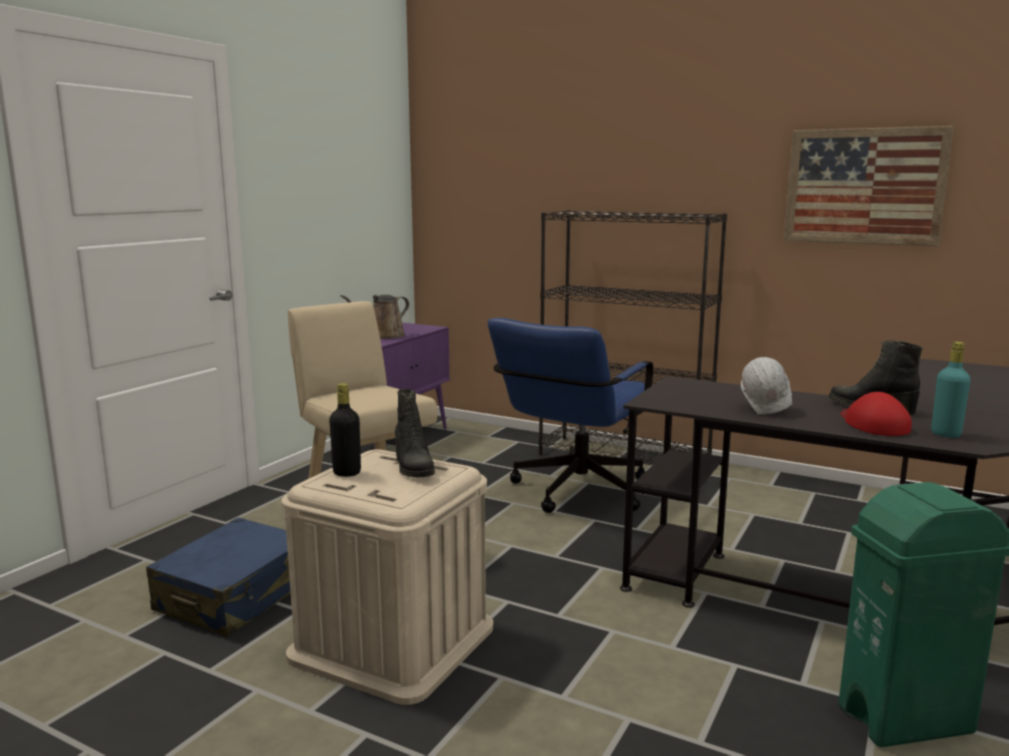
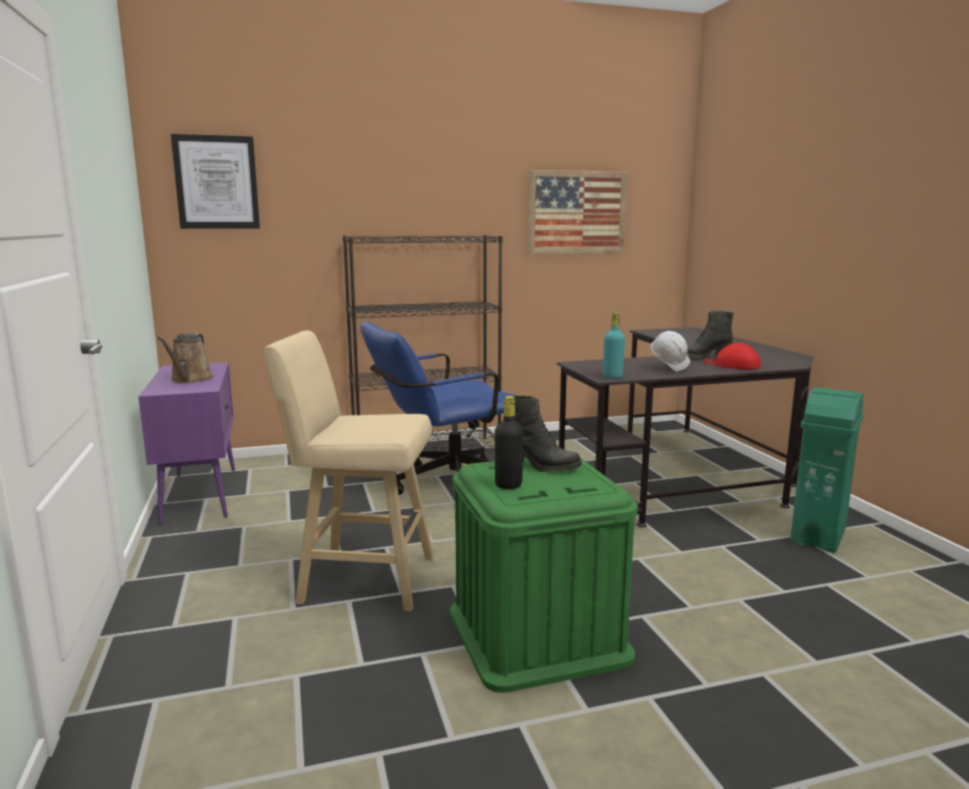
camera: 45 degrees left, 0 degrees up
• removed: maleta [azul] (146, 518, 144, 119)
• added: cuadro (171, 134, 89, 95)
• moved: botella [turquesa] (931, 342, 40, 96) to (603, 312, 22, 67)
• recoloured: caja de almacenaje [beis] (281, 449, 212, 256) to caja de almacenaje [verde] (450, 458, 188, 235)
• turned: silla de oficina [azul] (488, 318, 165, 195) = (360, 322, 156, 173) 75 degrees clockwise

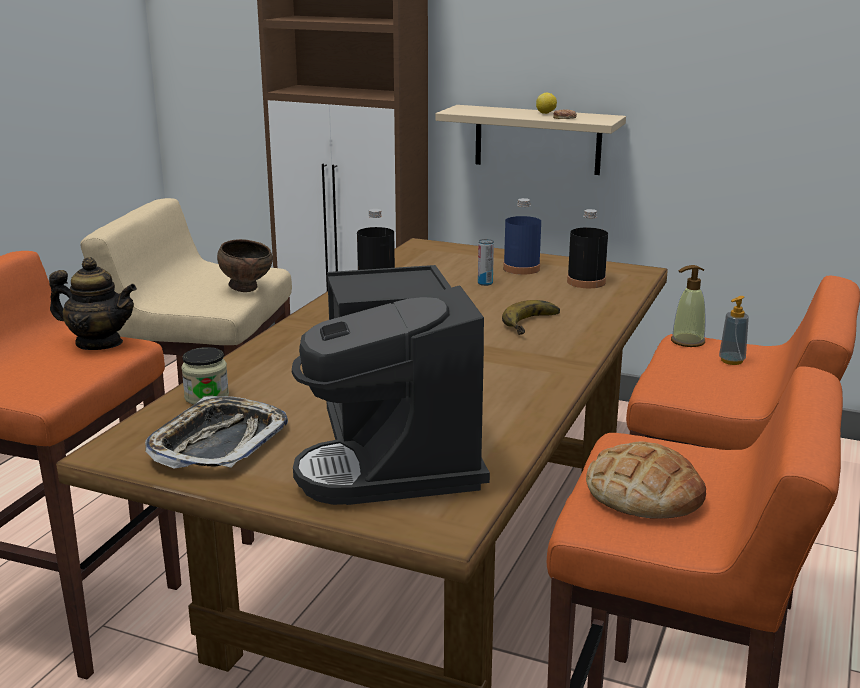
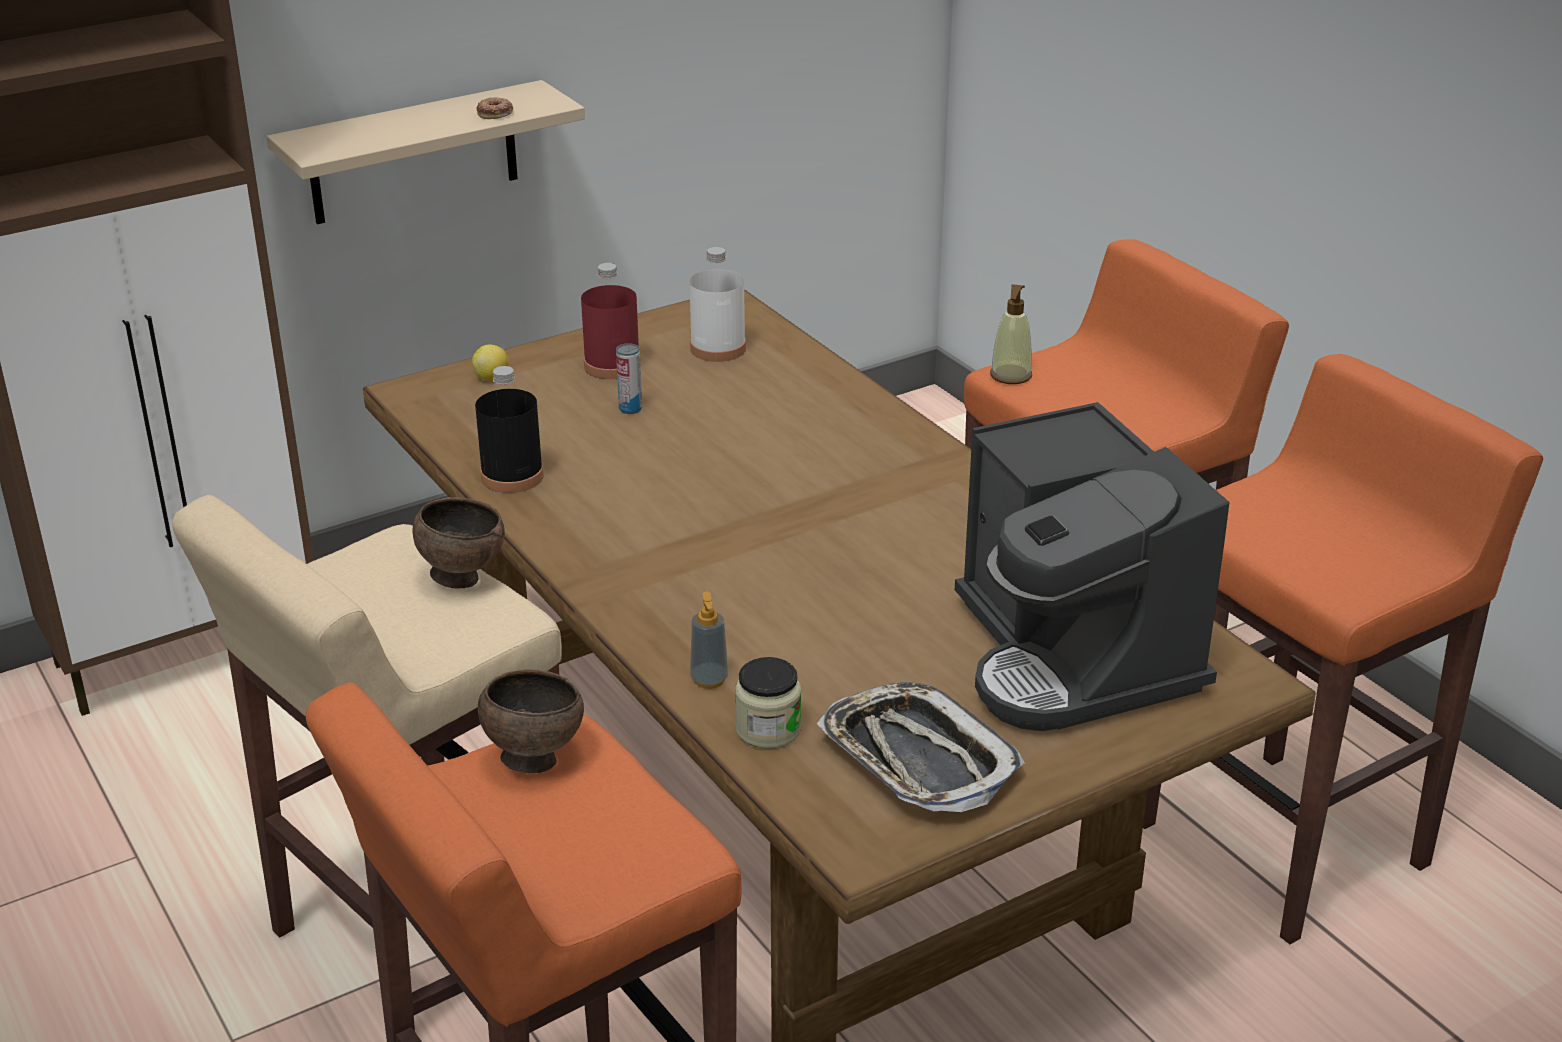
camera: 55 degrees left, 10 degrees up
• removed: plátano (502, 300, 58, 35)
• removed: pan (586, 442, 120, 77)
• moved: limón (536, 93, 21, 21) to (472, 344, 37, 37)
• moved: dispensador de jabón (719, 296, 30, 69) to (690, 592, 38, 97)
• replaced: tetera (49, 257, 88, 93) to cuenco [marrón] (478, 669, 106, 104)
• recoloured: botella [azul] (503, 198, 38, 77) to botella [rojo] (581, 263, 60, 116)
• recoloured: botella [negro] (567, 209, 41, 79) to botella [blanco] (689, 247, 57, 115)
• turned: cafetera (292, 265, 198, 240) = (955, 402, 274, 329) 45 degrees clockwise

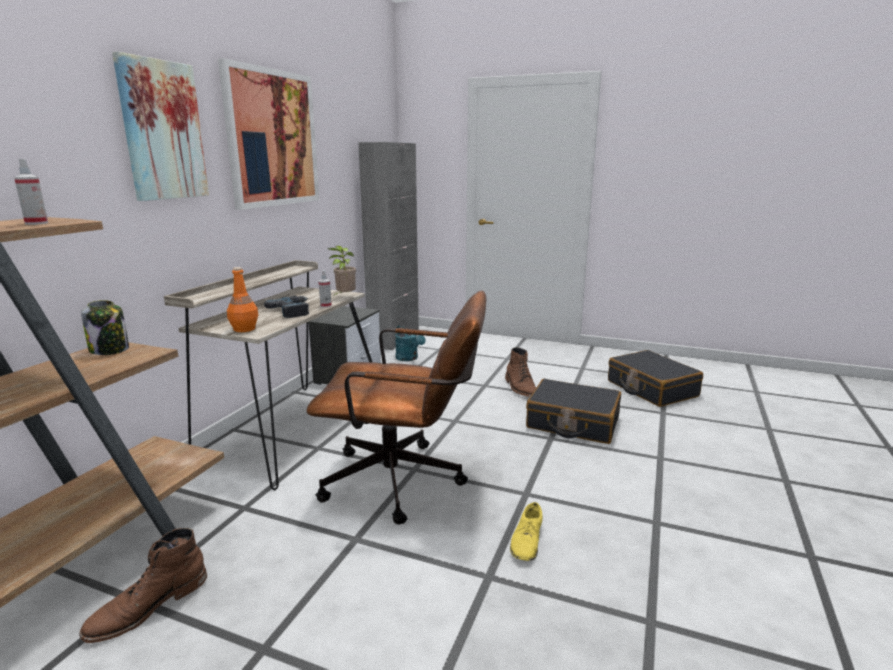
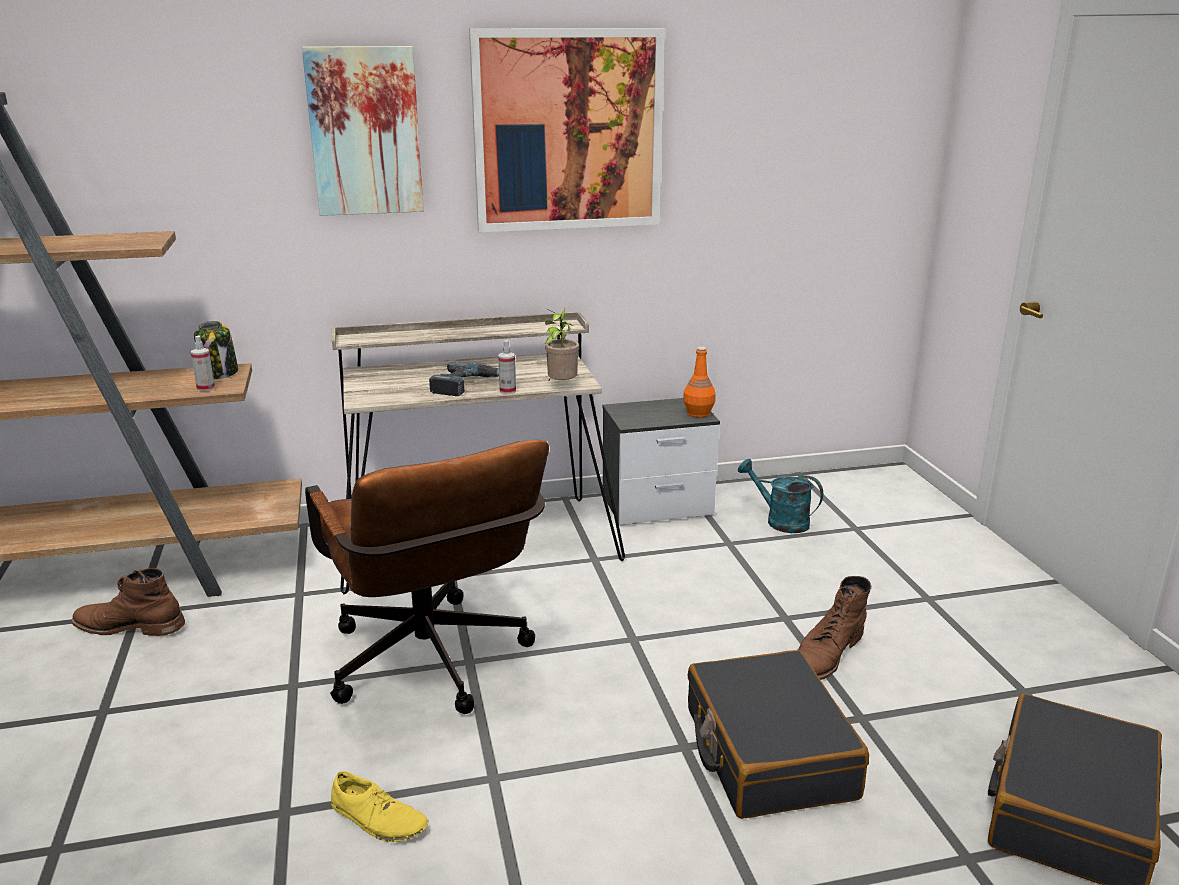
camera: 55 degrees right, 5 degrees up
• removed: armario [gris] (358, 142, 61, 208)
• moved: pulverizador (14, 159, 34, 66) to (191, 336, 24, 55)
• moved: botella [naranja] (227, 267, 31, 65) to (683, 346, 33, 72)
• turned: regadera [turquesa] (395, 325, 30, 36) = (738, 459, 85, 74) 105 degrees clockwise
• turned: zapato [amarillo] (510, 502, 33, 59) = (331, 771, 97, 71) 135 degrees counterclockwise

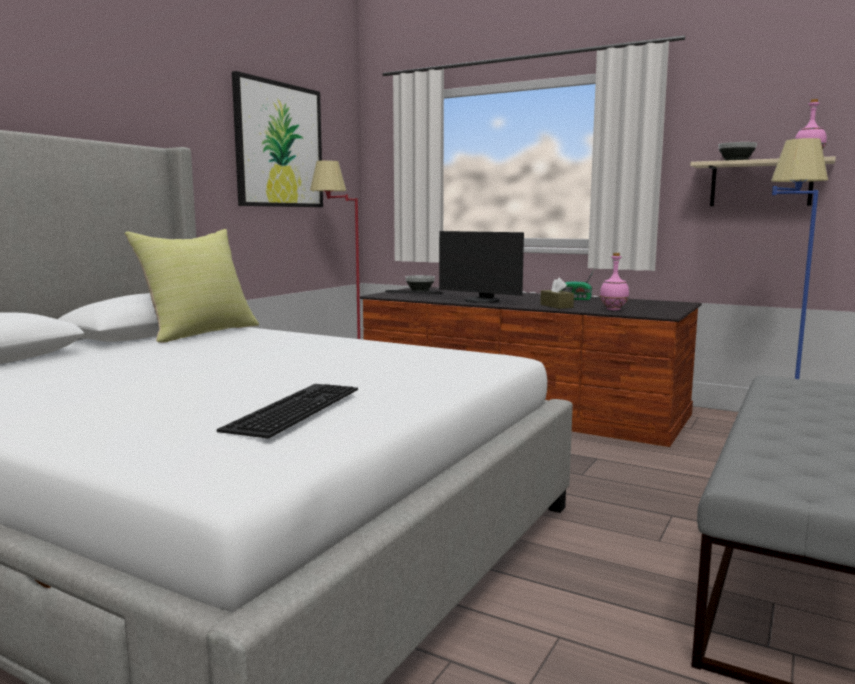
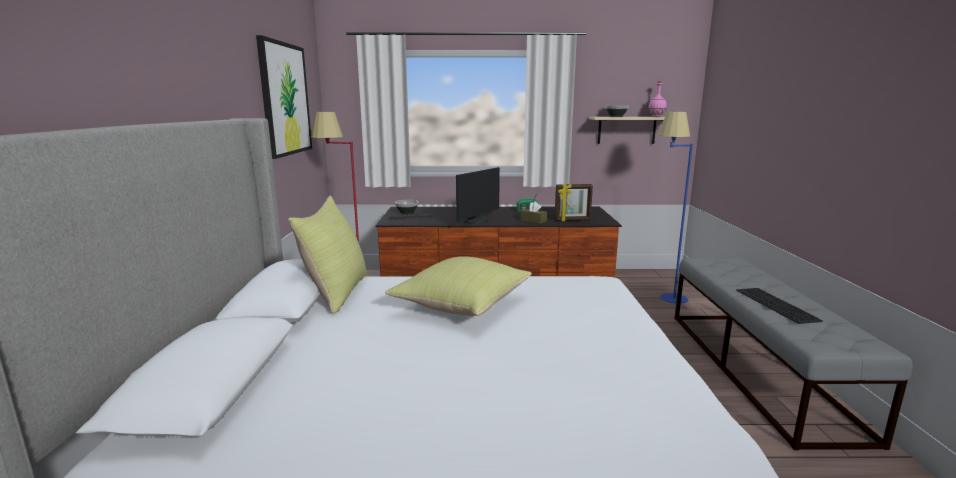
camera: 30 degrees left, 5 degrees up
• added: cojín [amarillo] (385, 256, 147, 60)
• moved: teclado (217, 384, 141, 55) to (736, 288, 87, 36)
• replaced: botella [rosa] (600, 253, 29, 57) to portarretratos (555, 184, 38, 37)
• turned: monitor (439, 231, 85, 72) = (456, 167, 44, 57) 60 degrees counterclockwise

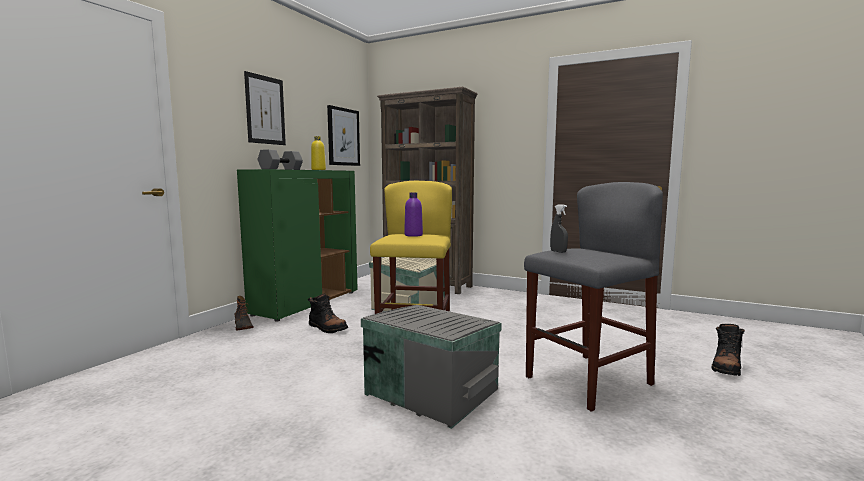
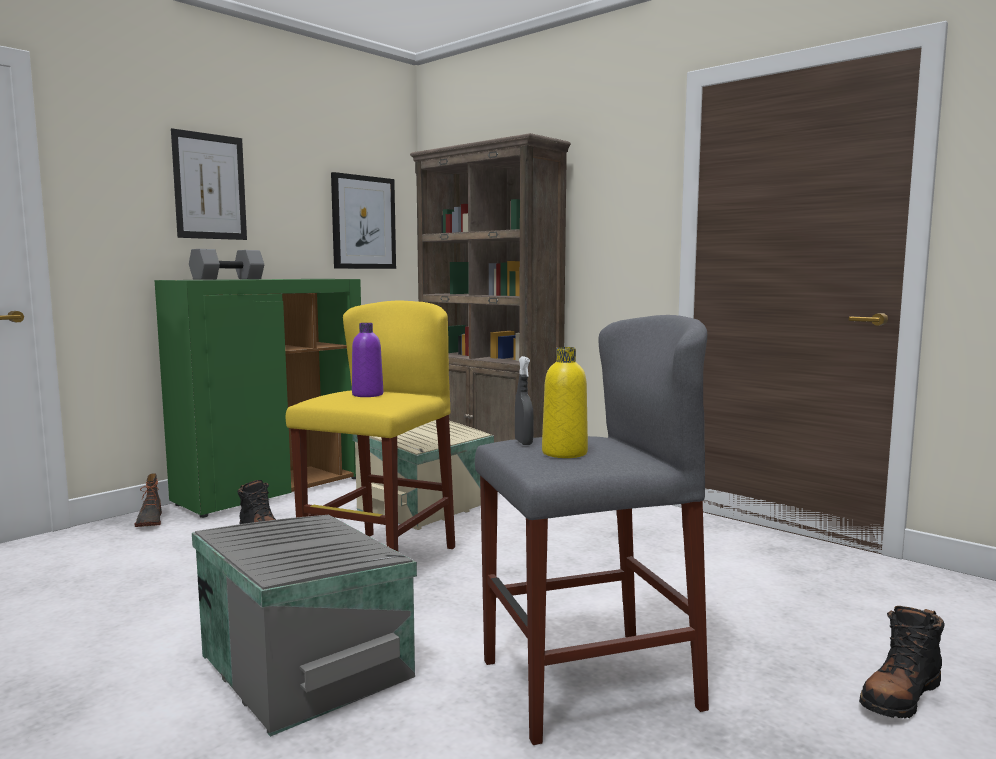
camera: 15 degrees right, 0 degrees up
• moved: botella [amarillo] (311, 136, 15, 34) to (542, 347, 46, 111)

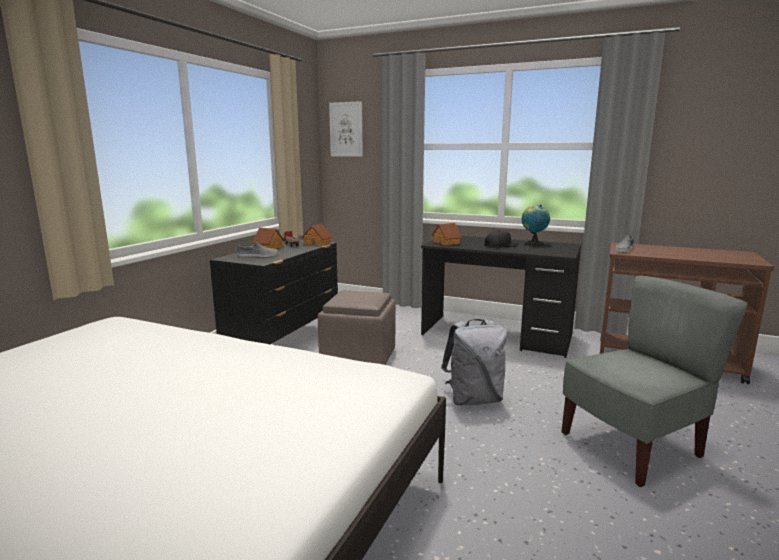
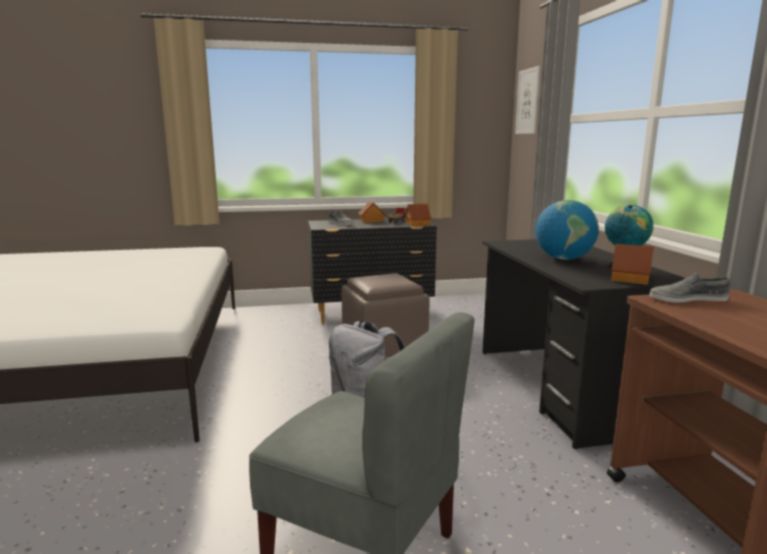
camera: 55 degrees right, 0 degrees up
• moved: casita (432, 223, 30, 22) to (611, 244, 43, 41)
• replaced: gorra [negro] (484, 230, 35, 17) to globo terráqueo (536, 200, 63, 60)

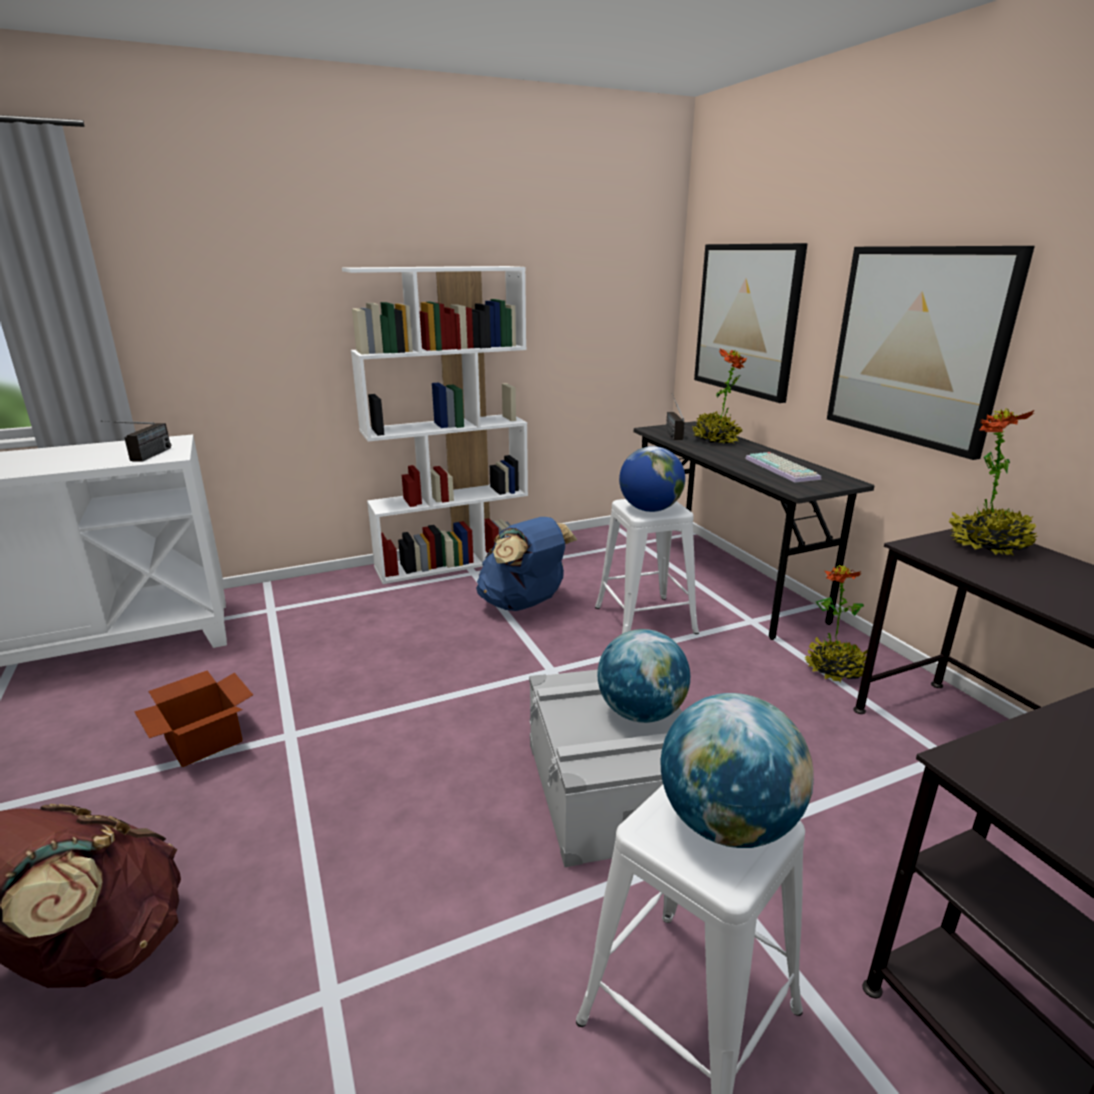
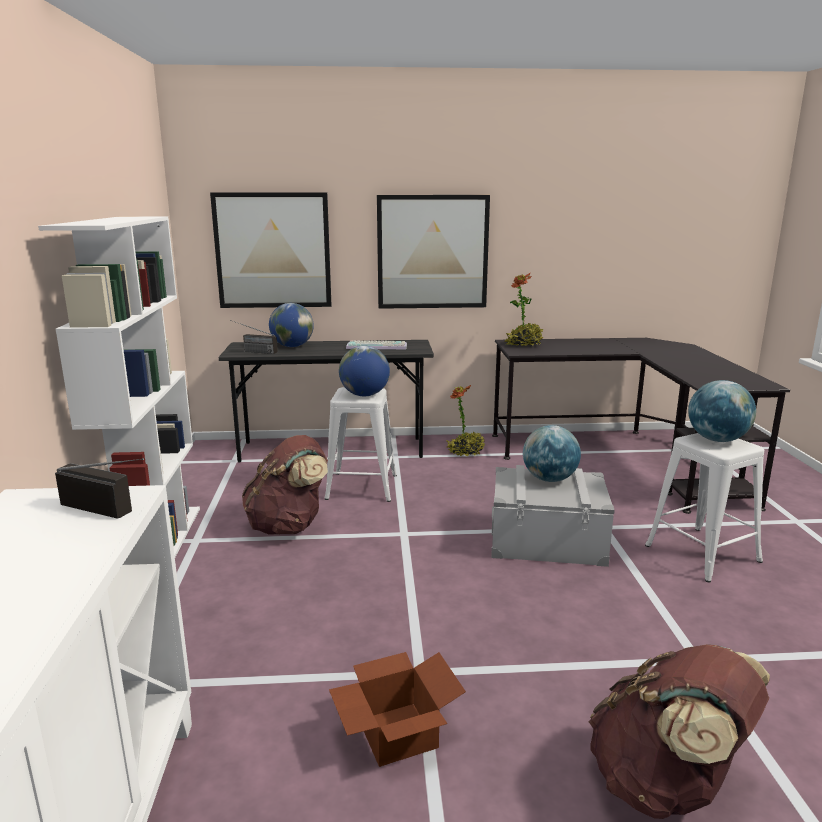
camera: 70 degrees left, 5 degrees down
• replaced: planta en maceta (692, 349, 55, 94) to globo terráqueo (269, 303, 45, 44)
• recoloured: mochila [azul] (476, 517, 101, 94) to mochila [marrón] (242, 435, 86, 100)

